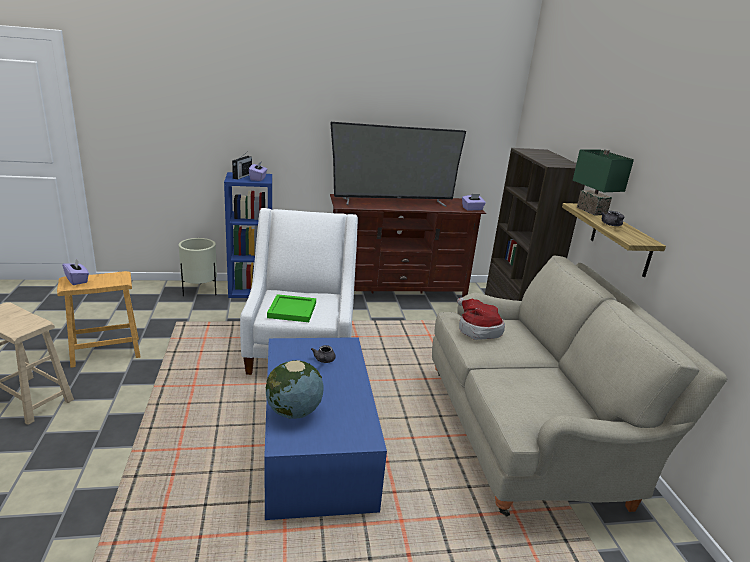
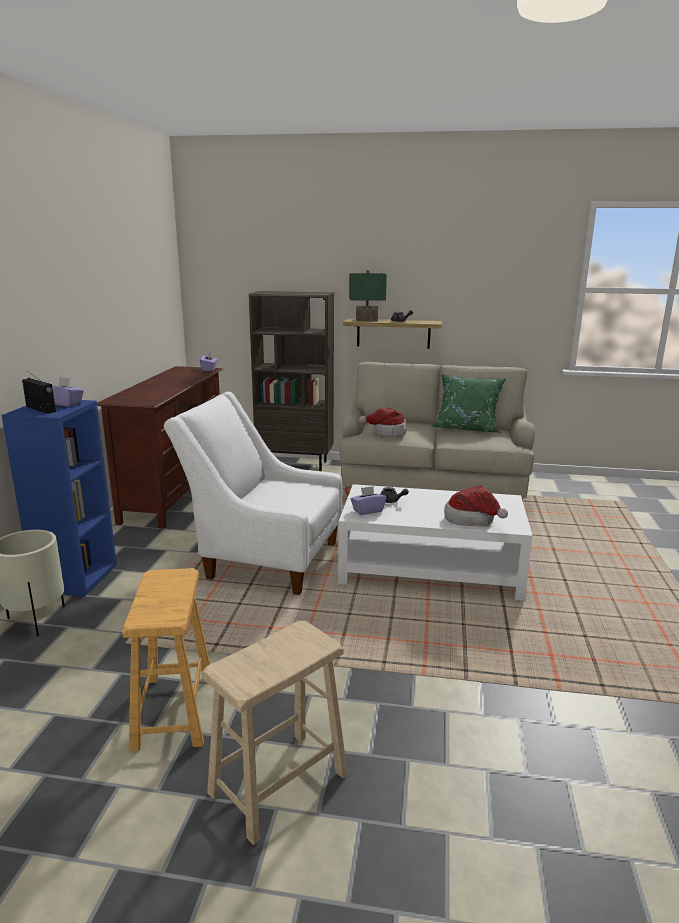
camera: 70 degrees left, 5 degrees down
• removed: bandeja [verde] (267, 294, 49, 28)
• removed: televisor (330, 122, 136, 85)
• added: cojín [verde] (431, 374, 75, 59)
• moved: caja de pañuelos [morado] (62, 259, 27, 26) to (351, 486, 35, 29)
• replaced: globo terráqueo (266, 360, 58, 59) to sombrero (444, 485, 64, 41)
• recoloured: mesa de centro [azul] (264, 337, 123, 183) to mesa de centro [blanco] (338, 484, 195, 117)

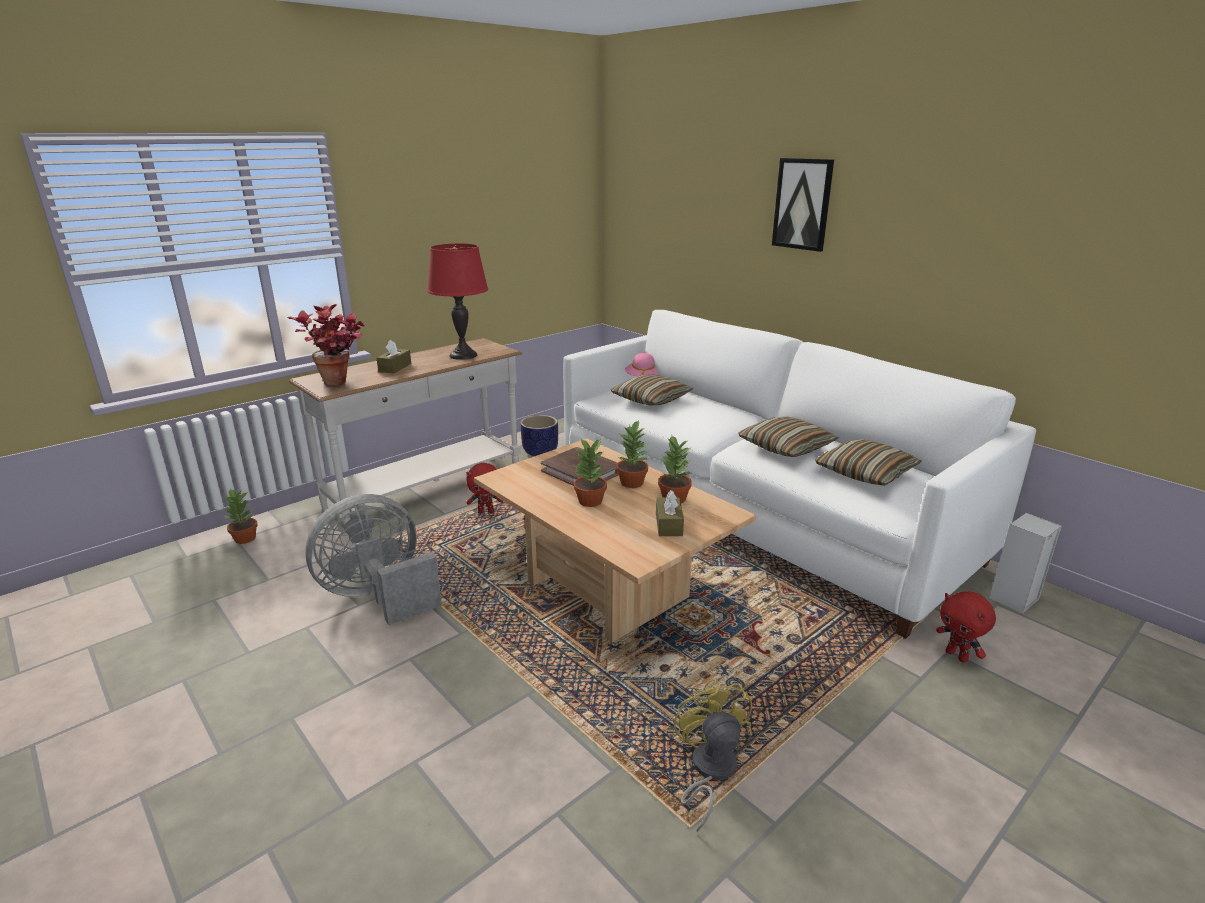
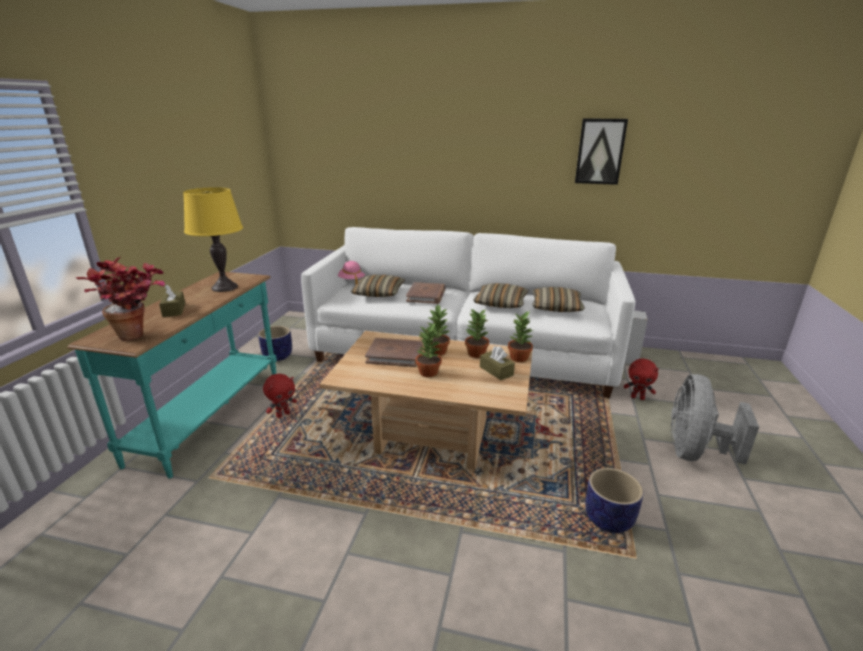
camera: 35 degrees left, 0 degrees up
• added: libro [marrón] (406, 282, 40, 22)
• moved: planta en maceta (224, 489, 34, 55) to (508, 312, 26, 50)
• moved: ventilador [gris] (305, 494, 137, 131) to (671, 374, 88, 91)
• moved: cuadro (772, 158, 62, 94) to (575, 118, 53, 67)
• replaced: ventilador [amarillo] (674, 678, 78, 154) to maceta (585, 468, 59, 65)
• recoloured: mesa consola [blanco] (289, 338, 233, 187) to mesa consola [turquesa] (67, 272, 210, 207)
• recoloured: lámpara de mesa [rojo] (427, 243, 61, 117) to lámpara de mesa [amarillo] (183, 187, 60, 105)

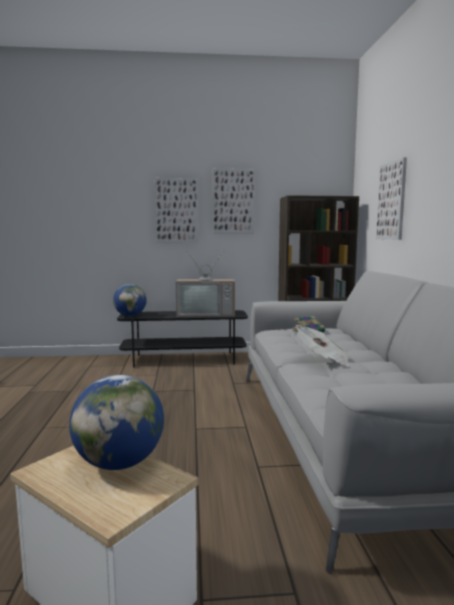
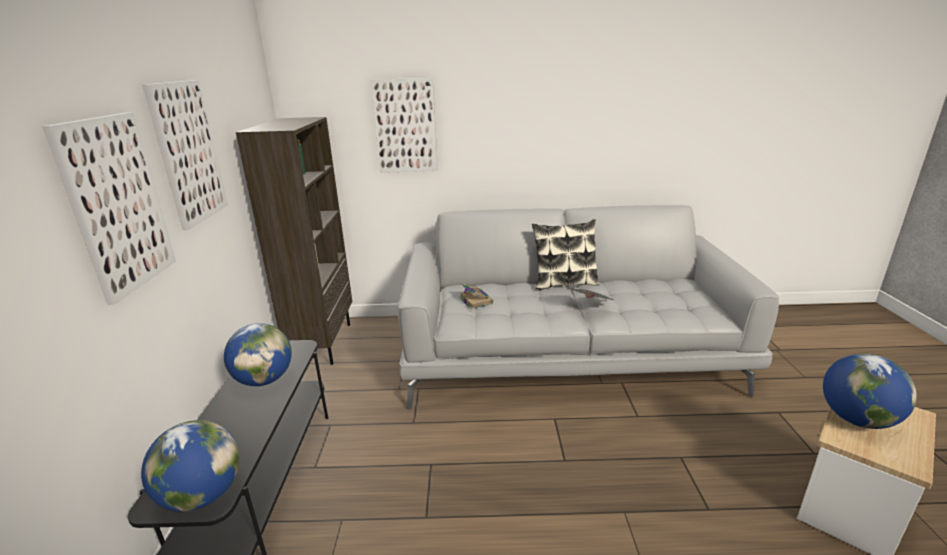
camera: 85 degrees left, 15 degrees up
• added: cojín (532, 219, 68, 72)
• replaced: televisor (176, 253, 59, 64) to globo terráqueo (224, 323, 68, 63)

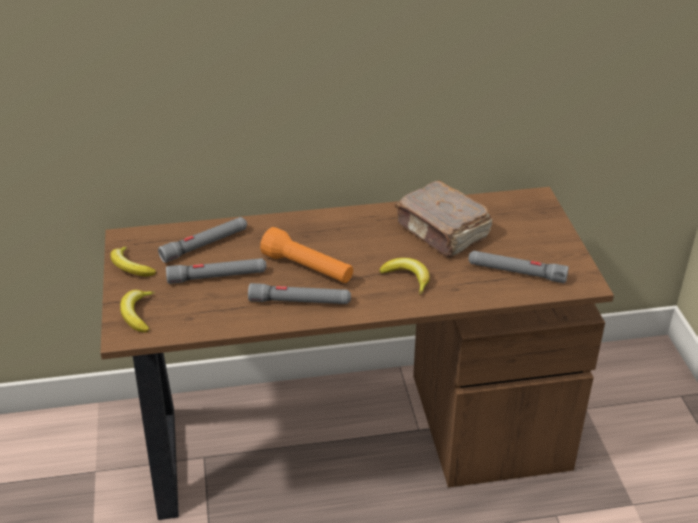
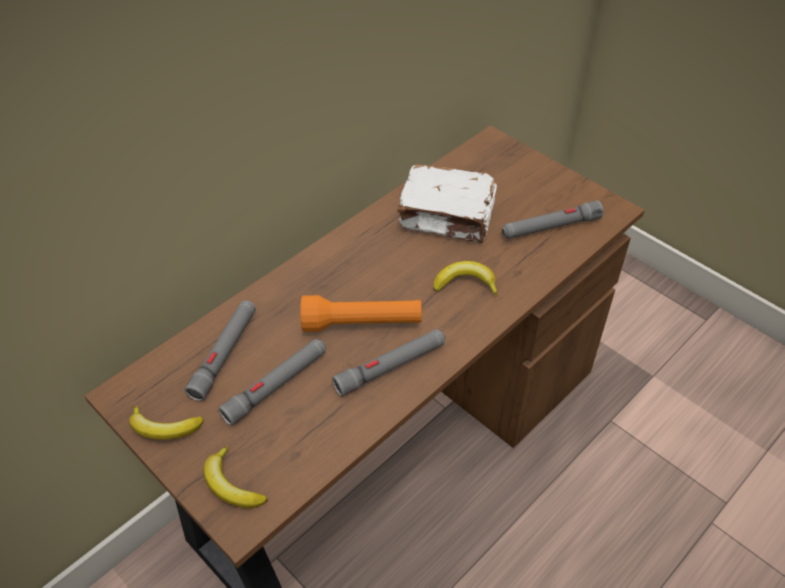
camera: 35 degrees left, 10 degrees up
• recoloured: libro [marrón] (395, 181, 97, 77) to libro [blanco] (397, 164, 100, 79)

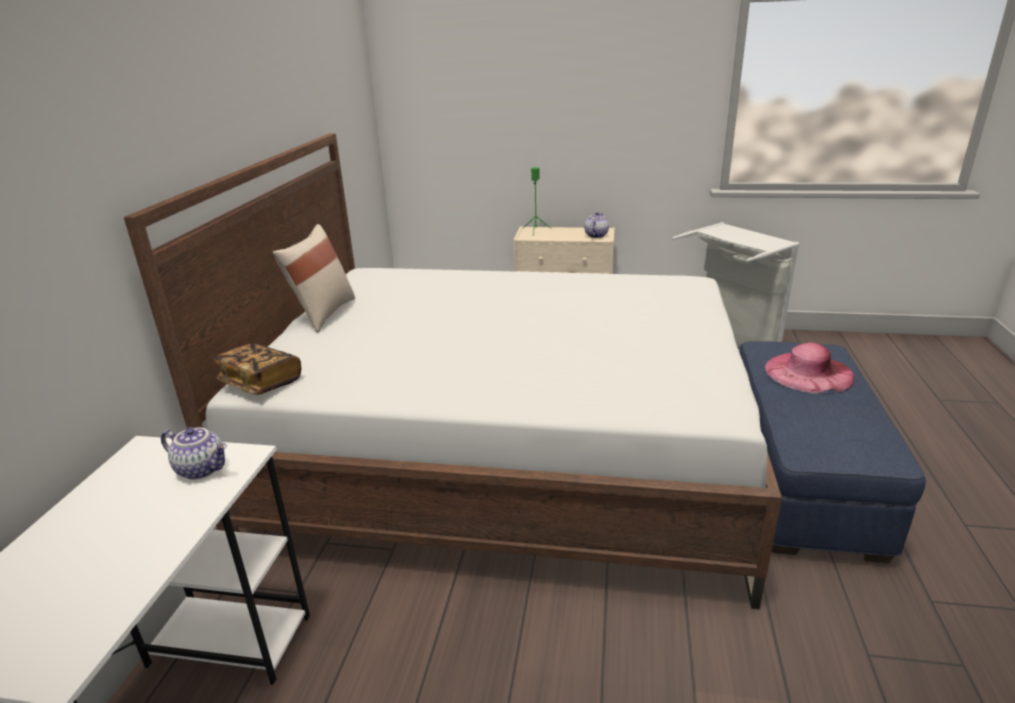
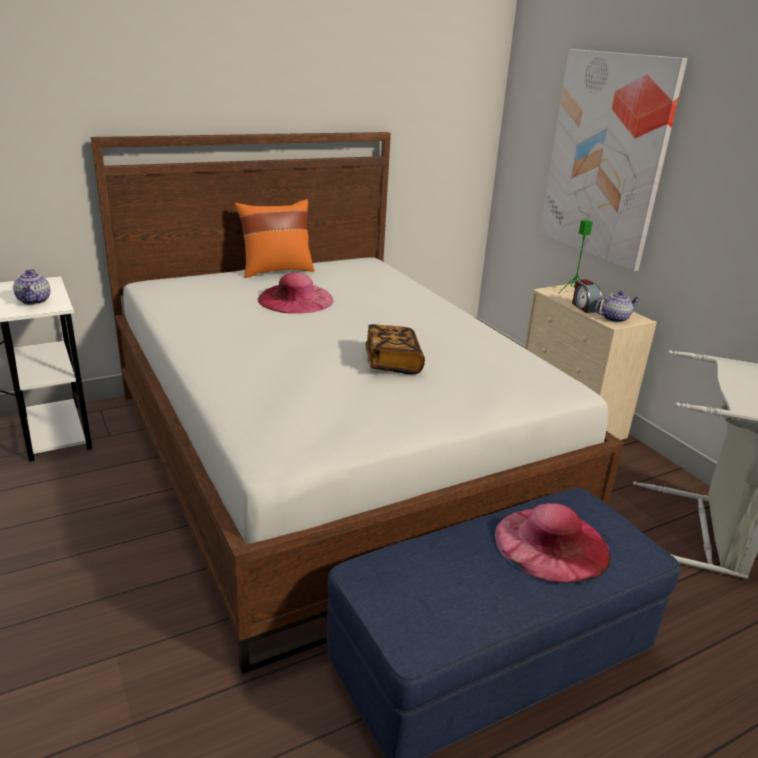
camera: 50 degrees right, 0 degrees up
• added: sombrero [rosa] (258, 272, 75, 42)
• added: cuadro (539, 49, 148, 223)
• added: despertador (572, 279, 30, 34)
• moved: libro (213, 343, 89, 52) to (365, 324, 60, 50)
• recoloured: cojín [beis] (272, 224, 83, 109) to cojín [naranja] (234, 199, 81, 79)

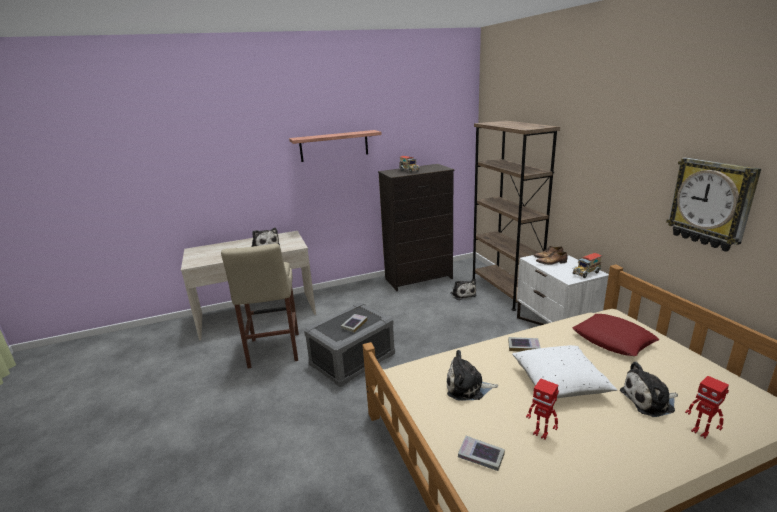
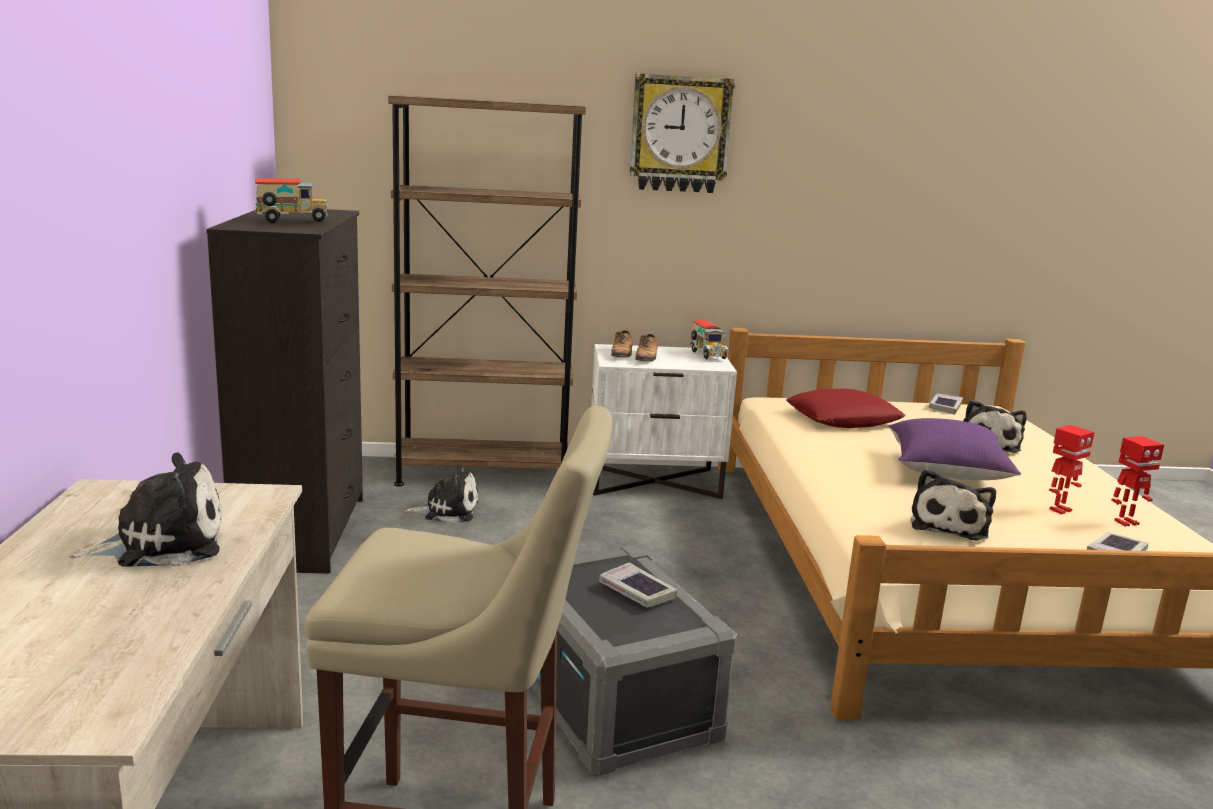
camera: 75 degrees left, 5 degrees down
• removed: estante (289, 130, 93, 32)
• moved: libro (508, 337, 33, 15) to (929, 393, 34, 22)
• moved: reloj de pared (666, 157, 95, 95) to (629, 73, 106, 120)
• moved: robot de juguete (685, 376, 44, 62) to (1111, 436, 53, 90)
• recoloured: cojín [blanco] (512, 345, 105, 53) to cojín [morado] (888, 418, 133, 62)

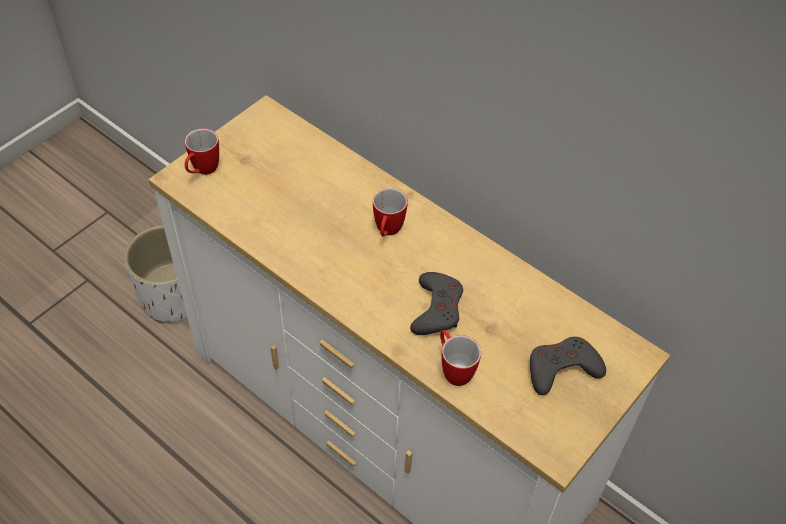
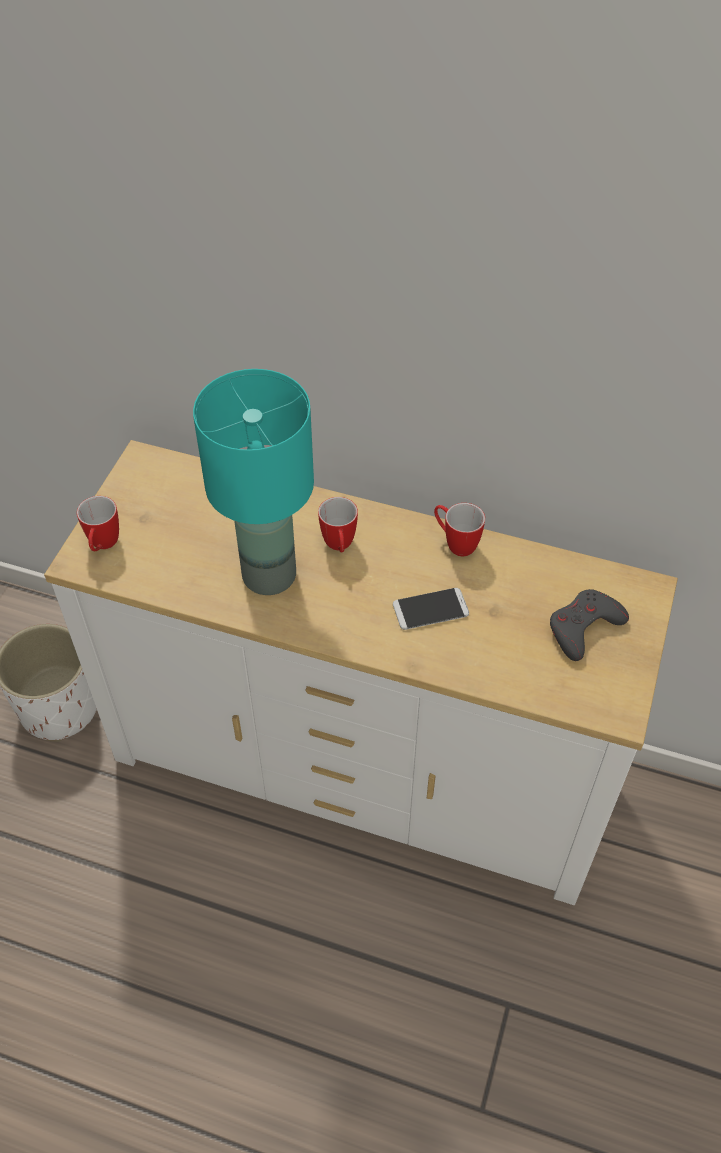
camera: 20 degrees left, 0 degrees up
• added: lámpara de mesa [turquesa] (193, 369, 121, 226)
• moved: taza grande (440, 330, 41, 56) to (434, 503, 51, 53)
• replaced: mando de consola [gris] (410, 272, 53, 63) to móvil (393, 588, 76, 42)

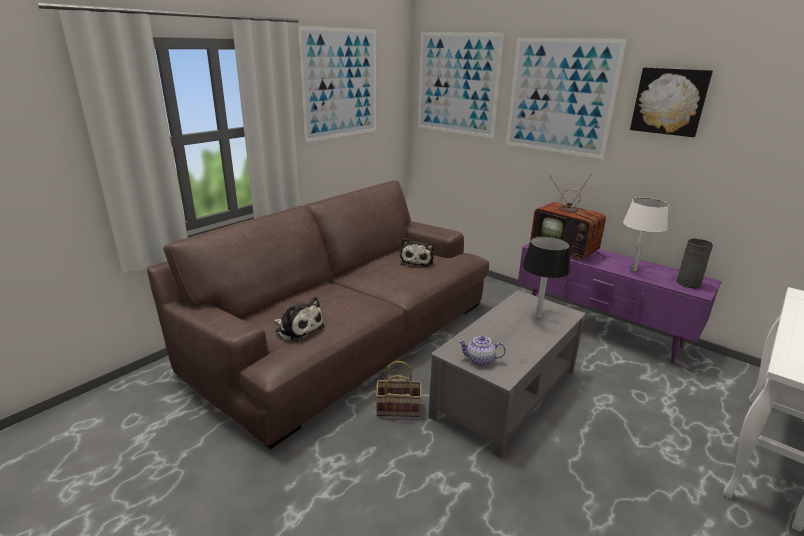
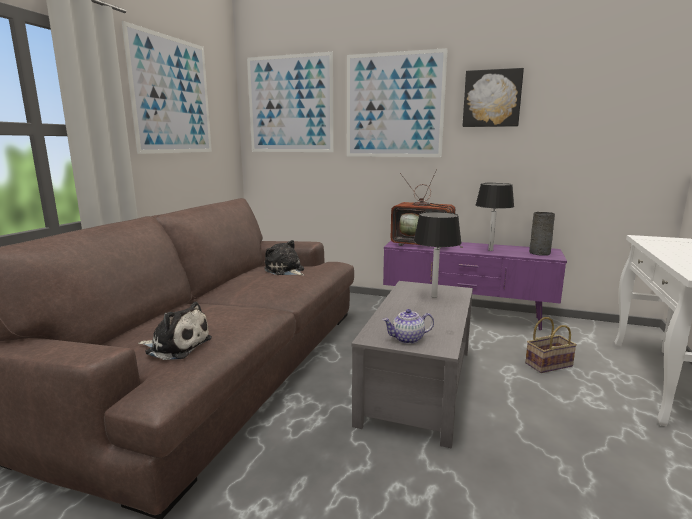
camera: 20 degrees left, 10 degrees down
• moved: cesta (376, 361, 46, 56) to (525, 317, 52, 56)
• recoloured: lámpara de mesa [blanco] (623, 198, 46, 73) to lámpara de mesa [negro] (476, 183, 38, 68)
• turned: peluche (400, 238, 34, 29) = (265, 240, 39, 35) 150 degrees clockwise

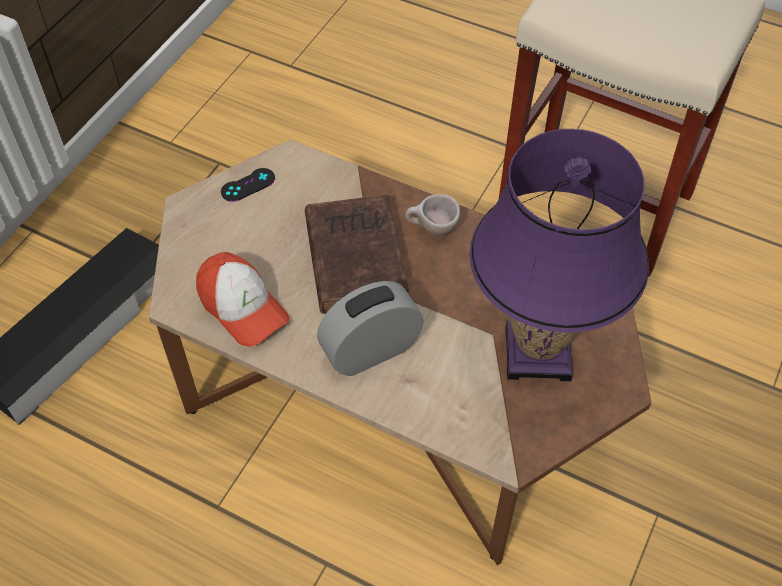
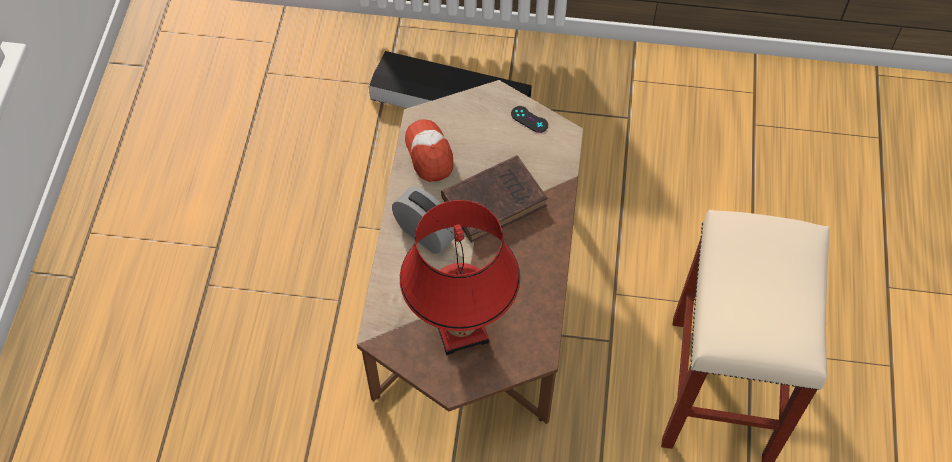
camera: 70 degrees right, 5 degrees up
• removed: taza [beis] (405, 194, 55, 42)
• recoloured: lámpara de mesa [morado] (470, 129, 179, 252) to lámpara de mesa [rojo] (400, 200, 120, 155)
• turned: gorra (196, 252, 94, 95) = (405, 119, 48, 63) 135 degrees clockwise

